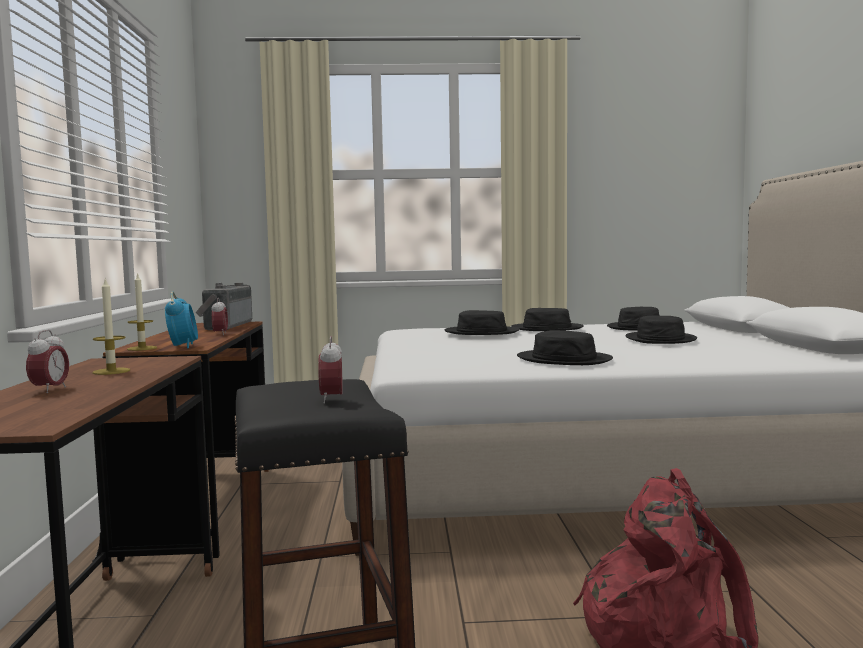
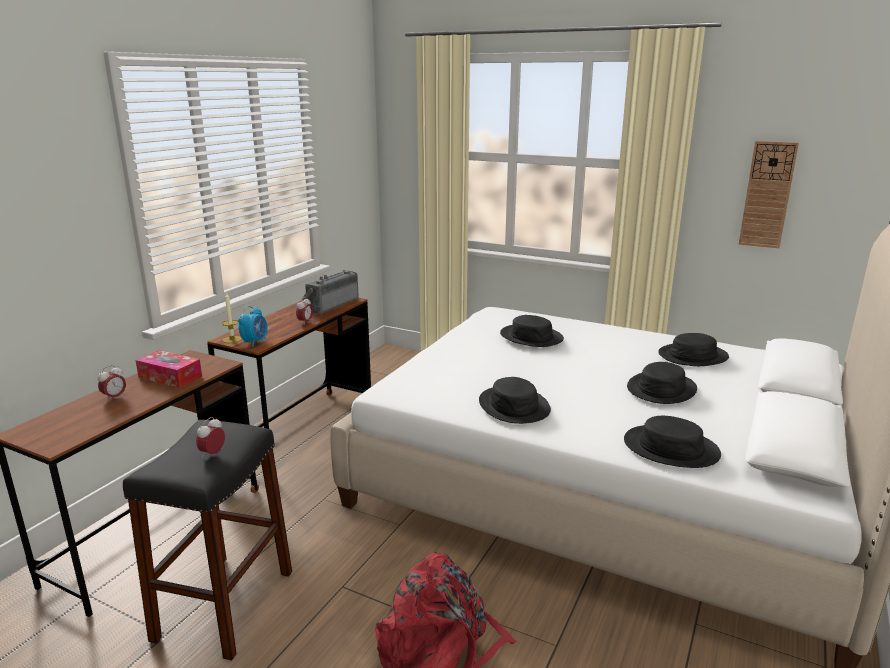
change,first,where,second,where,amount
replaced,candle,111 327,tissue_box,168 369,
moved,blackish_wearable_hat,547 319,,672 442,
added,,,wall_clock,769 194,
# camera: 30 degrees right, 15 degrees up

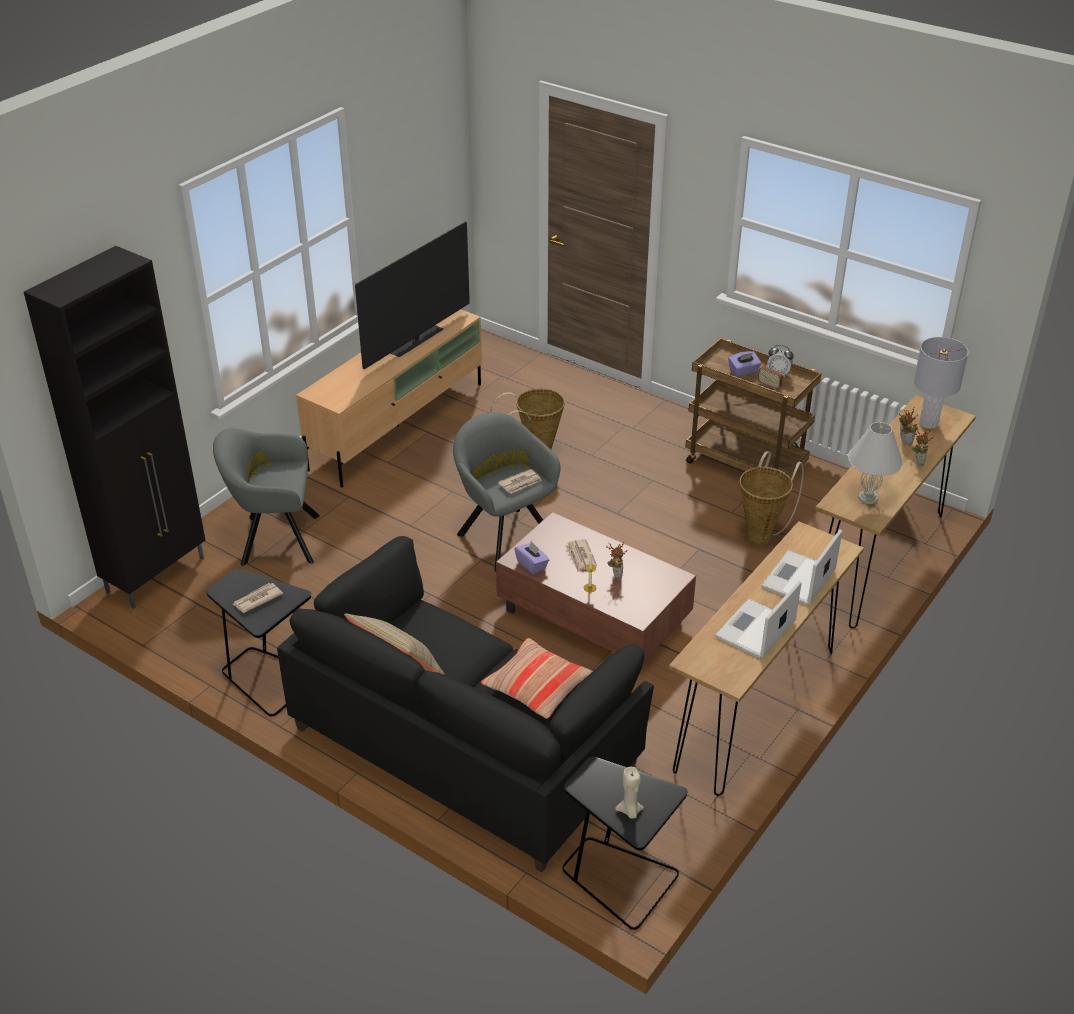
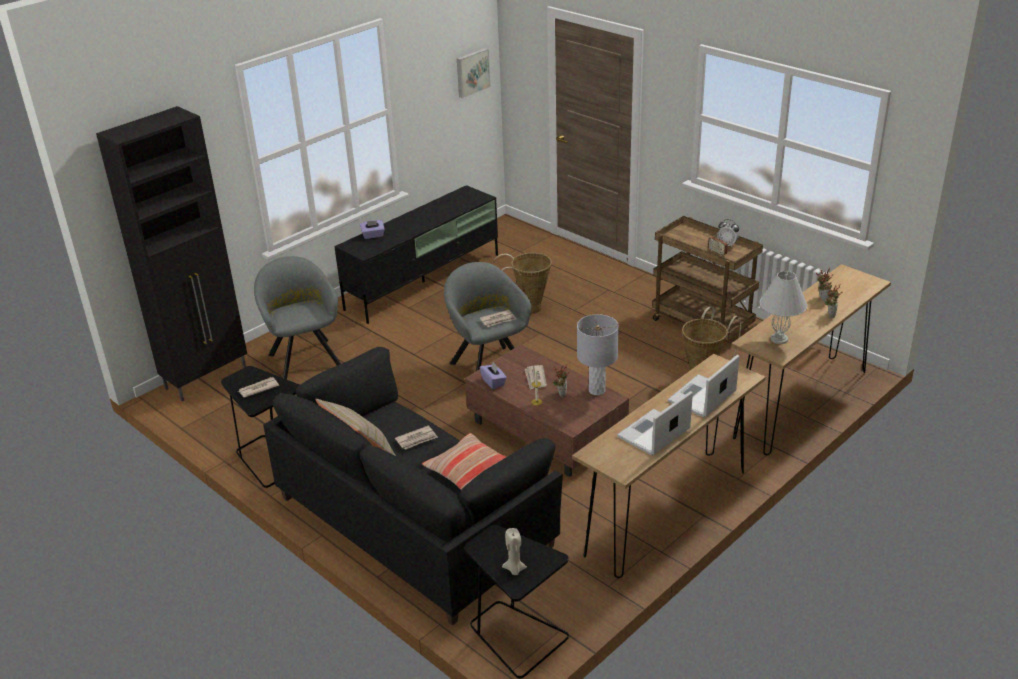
change,first,where,second,where,amount
turned,greyish_easy_chair,266 497,,297 317,60 degrees clockwise
recoloured,beige_tv_unit,389 398,blackish_tv_unit,416 254,
removed,television,412 295,,,
moved,purple_tissue_box,744 364,,372 229,
moved,greyish_lamp_for_a_table,941 383,,598 354,
added,,,newspaper,416 438,
added,,,wall_picture,474 73,
# camera: 10 degrees right, 5 degrees down

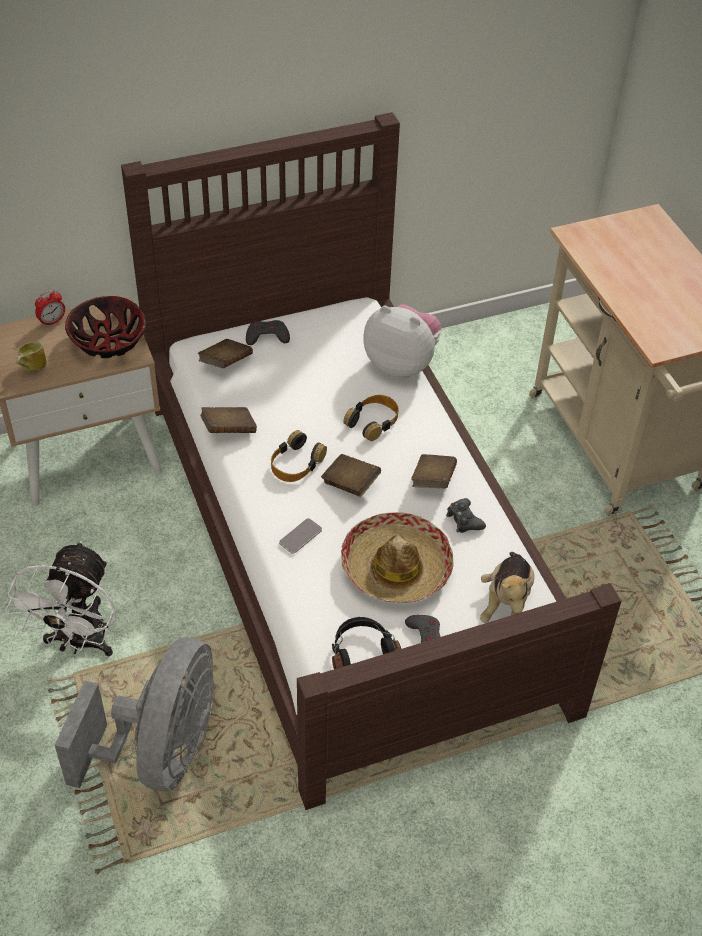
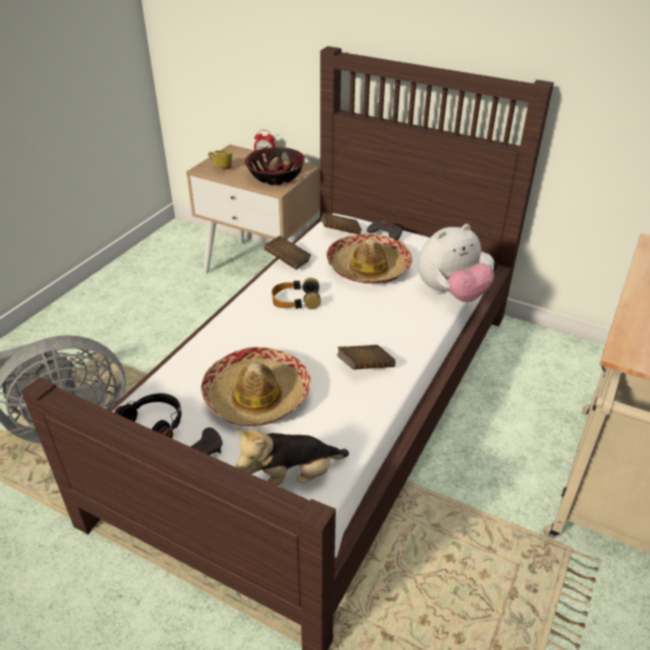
change,first,where,second,where,amount
removed,whitish_cooling_fan,60 598,,,
removed,phone,300 536,,,
removed,brownish_bound_book,351 475,,,
removed,pair_of_headphones,371 418,,,
turned,plush_toy,402 341,,456 263,75 degrees clockwise
removed,blackish_game_controller,466 515,,,
added,,,wearable_hat,369 258,
# camera: 50 degrees right, 10 degrees down

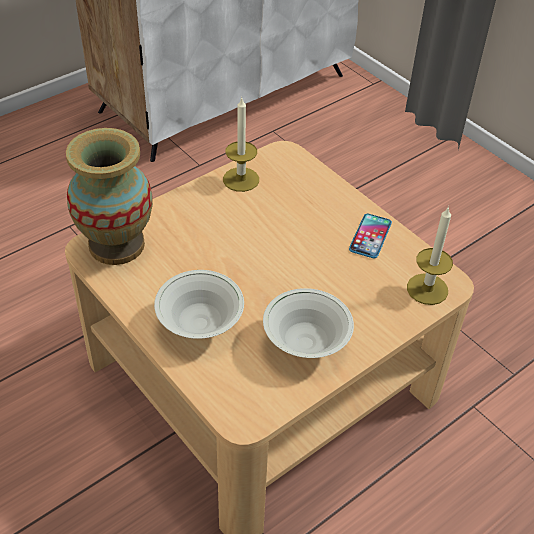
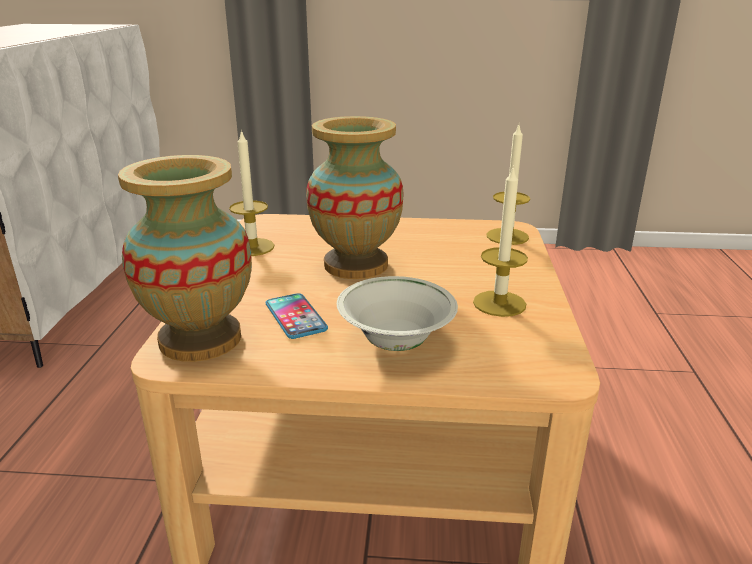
change,first,where,second,where,amount
replaced,whitish_serving_bowl,308 323,candle,500 241,
moved,phone,370 236,,296 316,
added,,,flower_vase,355 197,
# camera: 45 degrees left, 20 degrees down

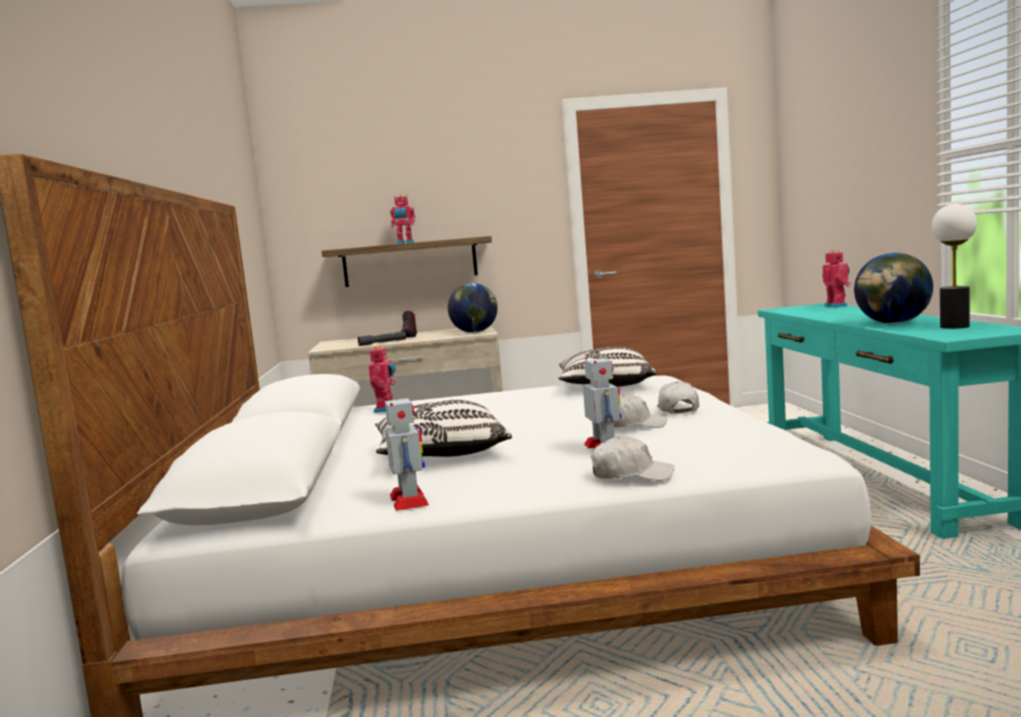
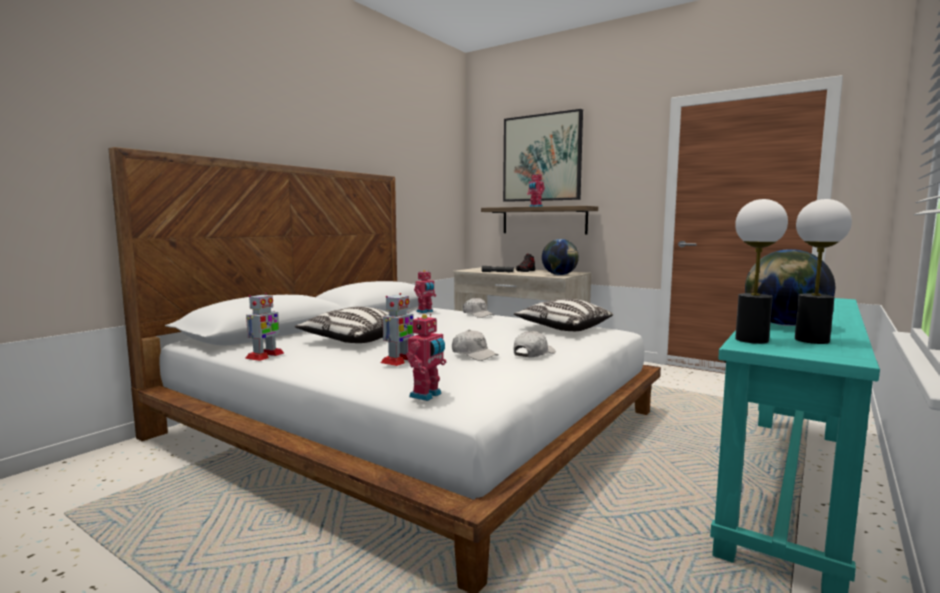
change,first,where,second,where,amount
moved,whitish_baseball_cap,632 458,,478 308,
moved,toy_robot,836 279,,426 357,
added,,,wall_picture,543 155,
added,,,lamp_for_a_table,761 271,
# camera: 40 degrees right, 0 degrees up

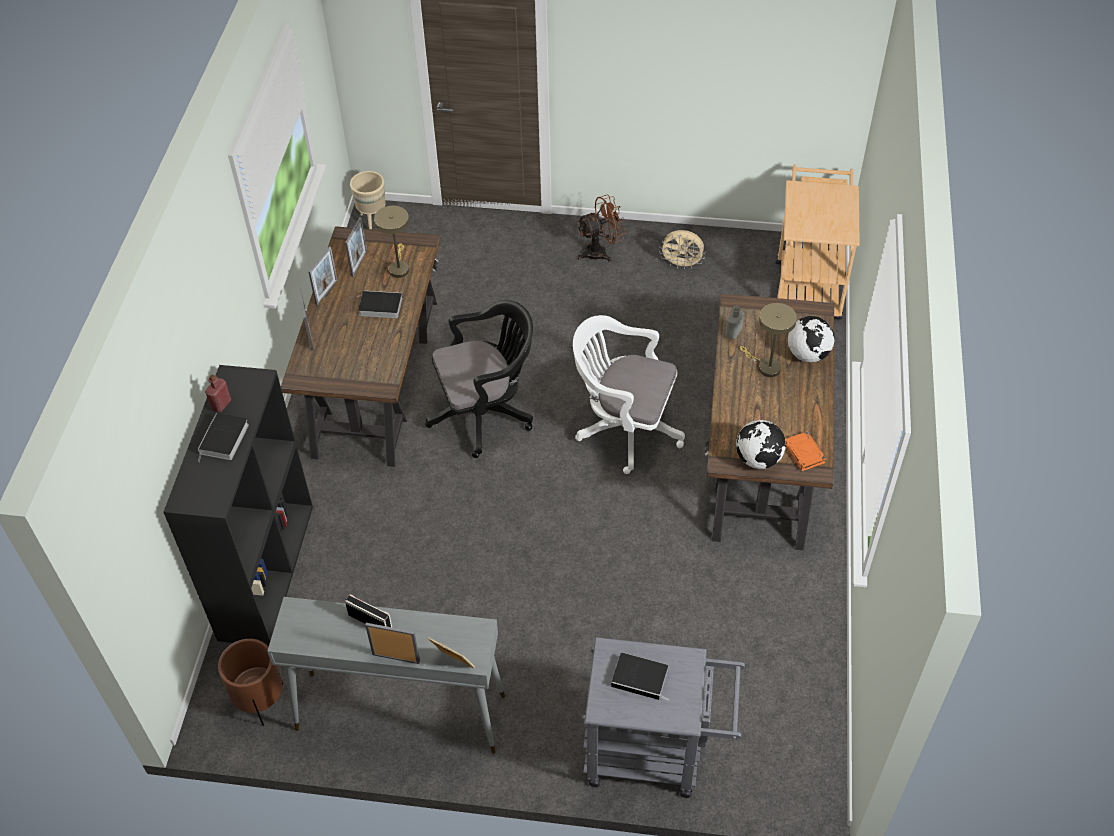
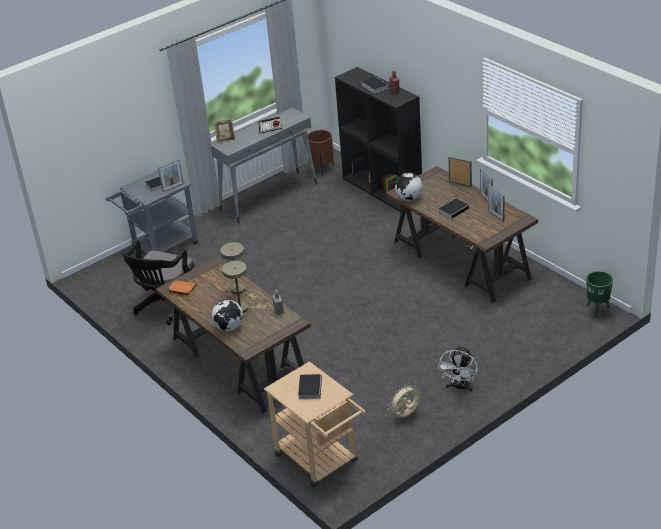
change,first,where,second,where,amount
recoloured,beige_plant_pot,368 200,green_plant_pot,599 294,
moved,photo_frame,392 643,,171 175,
moved,beige_lamp_for_a_table,391 242,,238 271,
moved,blackish_desk_chair,479 379,,158 282,
removed,whitish_desk_chair,629 394,,,
recoloured,brownish_cooling_fan,601 228,whitish_cooling_fan,458 369,
moved,desk_globe,761 444,,409 187,
added,,,bound_book,310 386,
# camera: 135 degrees right, 15 degrees down

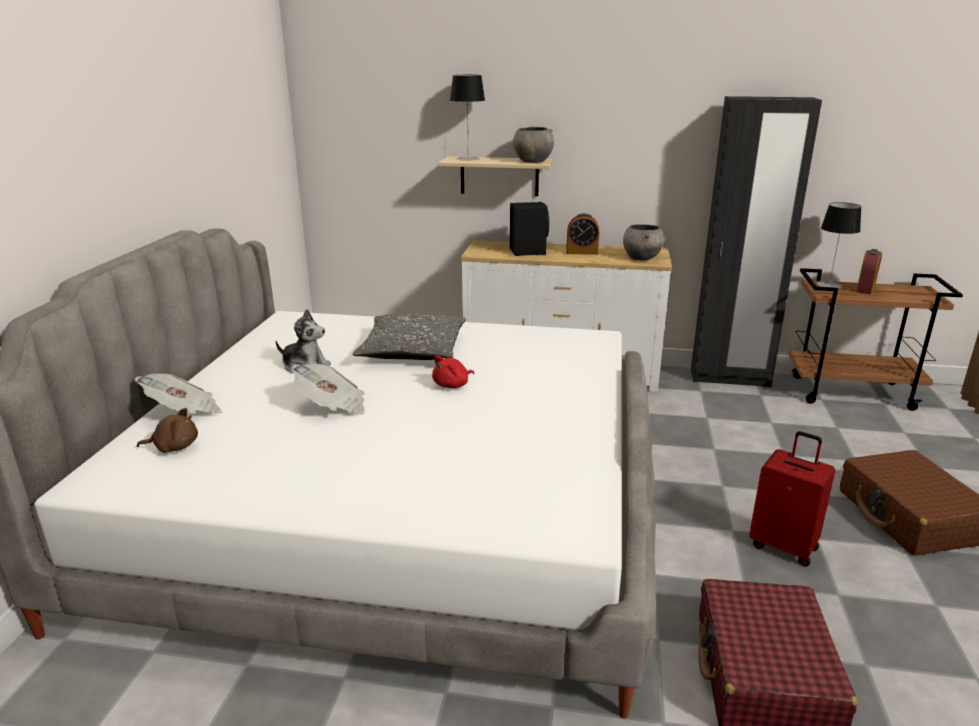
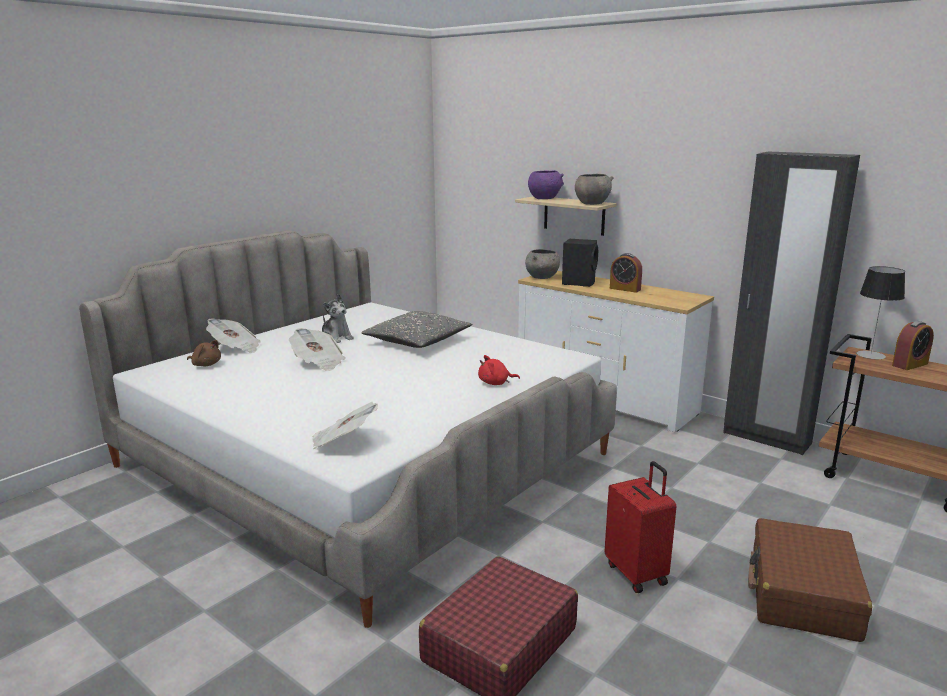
change,first,where,second,where,amount
moved,red-coloured_plush_toy,453 371,,499 370,
replaced,lamp_for_a_table,467 118,purple_serving_bowl,546 184,
moved,greyish_serving_bowl,644 242,,542 264,
added,,,newspaper,345 425,
# camera: 30 degrees right, 5 degrees down

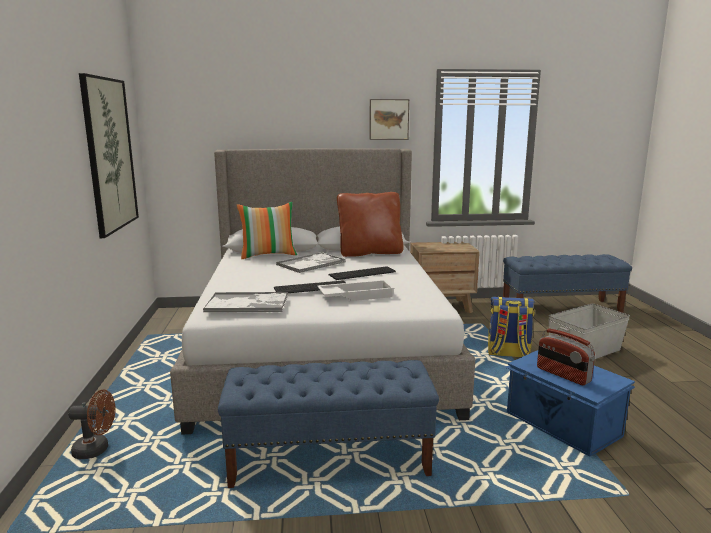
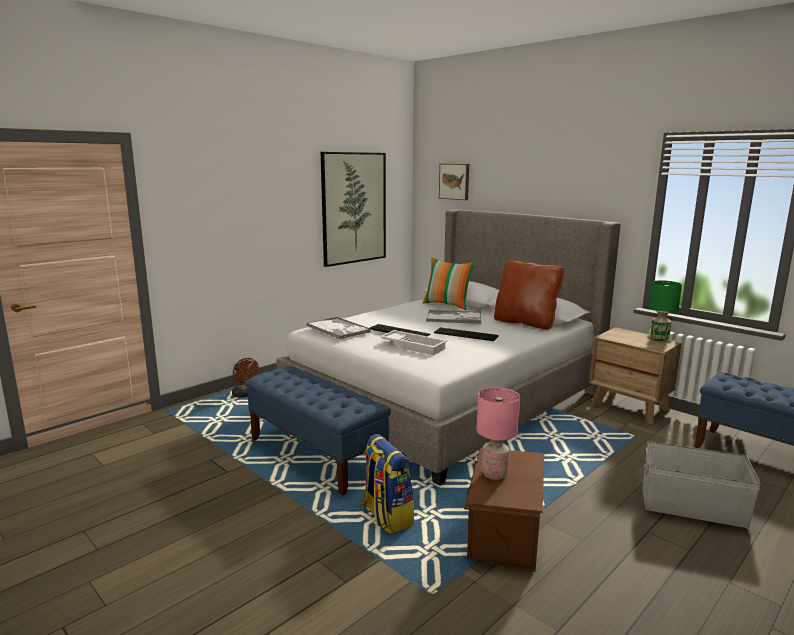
change,first,where,second,where,amount
moved,wall_picture,389 119,,454 182,
moved,knapsack,511 327,,388 484,
recoloured,blue_storage_bin,570 403,brownish_storage_bin,504 510,
replaced,radio_set,566 357,pinkish_lamp_for_a_table,498 433,
added,,,green_lamp_for_a_table,665 310,
# camera: 50 degrees right, 0 degrees up

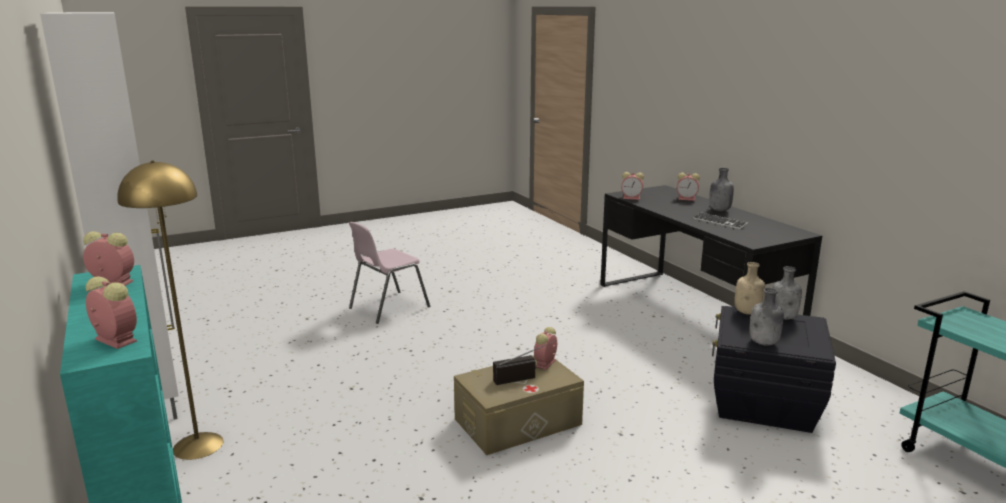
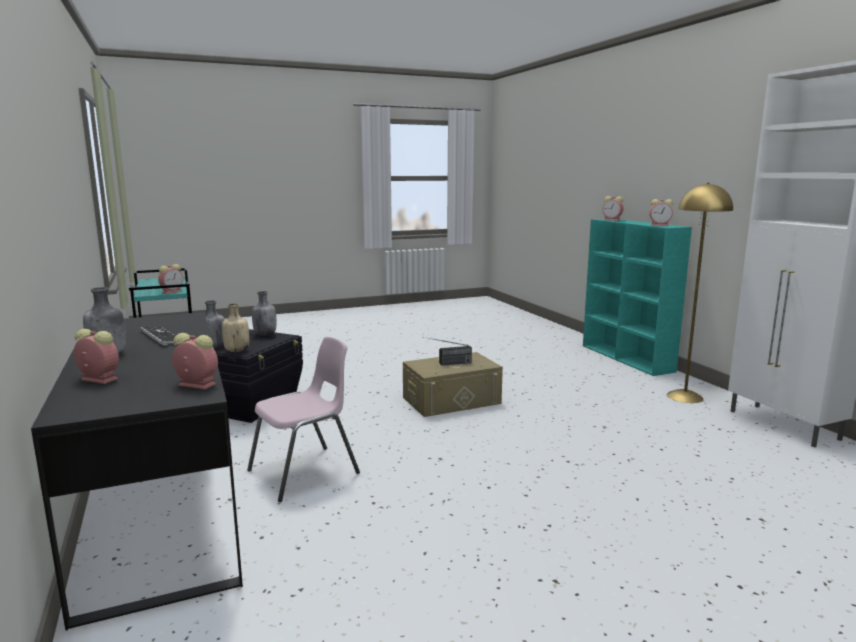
change,first,where,second,where,amount
moved,pinkish_upright_chair,389 273,,303 419,
moved,alarm_clock,545 348,,170 279,
# camera: 175 degrees left, 5 degrees down

